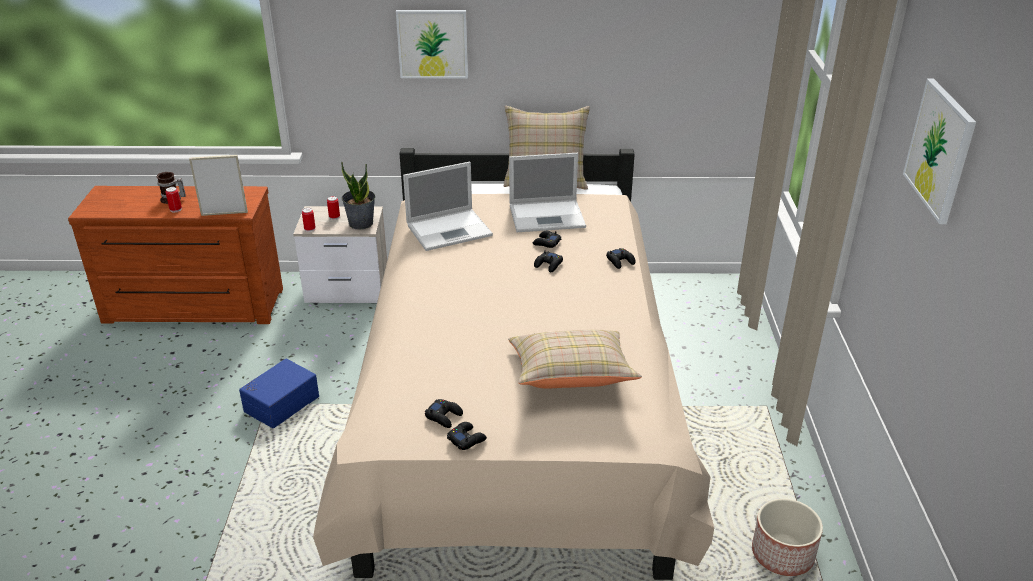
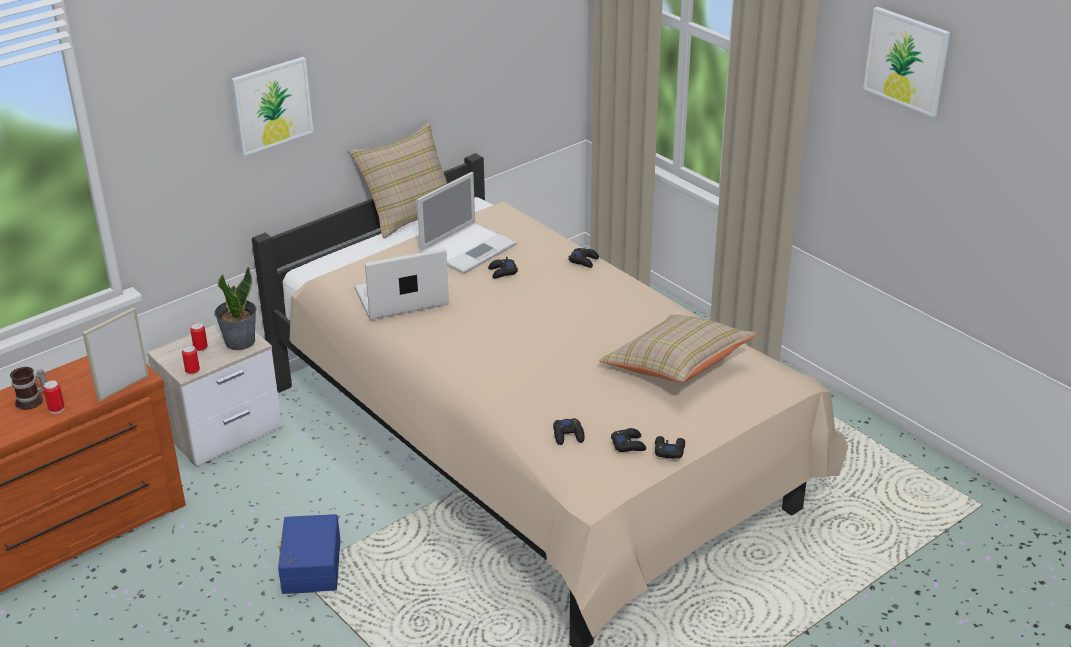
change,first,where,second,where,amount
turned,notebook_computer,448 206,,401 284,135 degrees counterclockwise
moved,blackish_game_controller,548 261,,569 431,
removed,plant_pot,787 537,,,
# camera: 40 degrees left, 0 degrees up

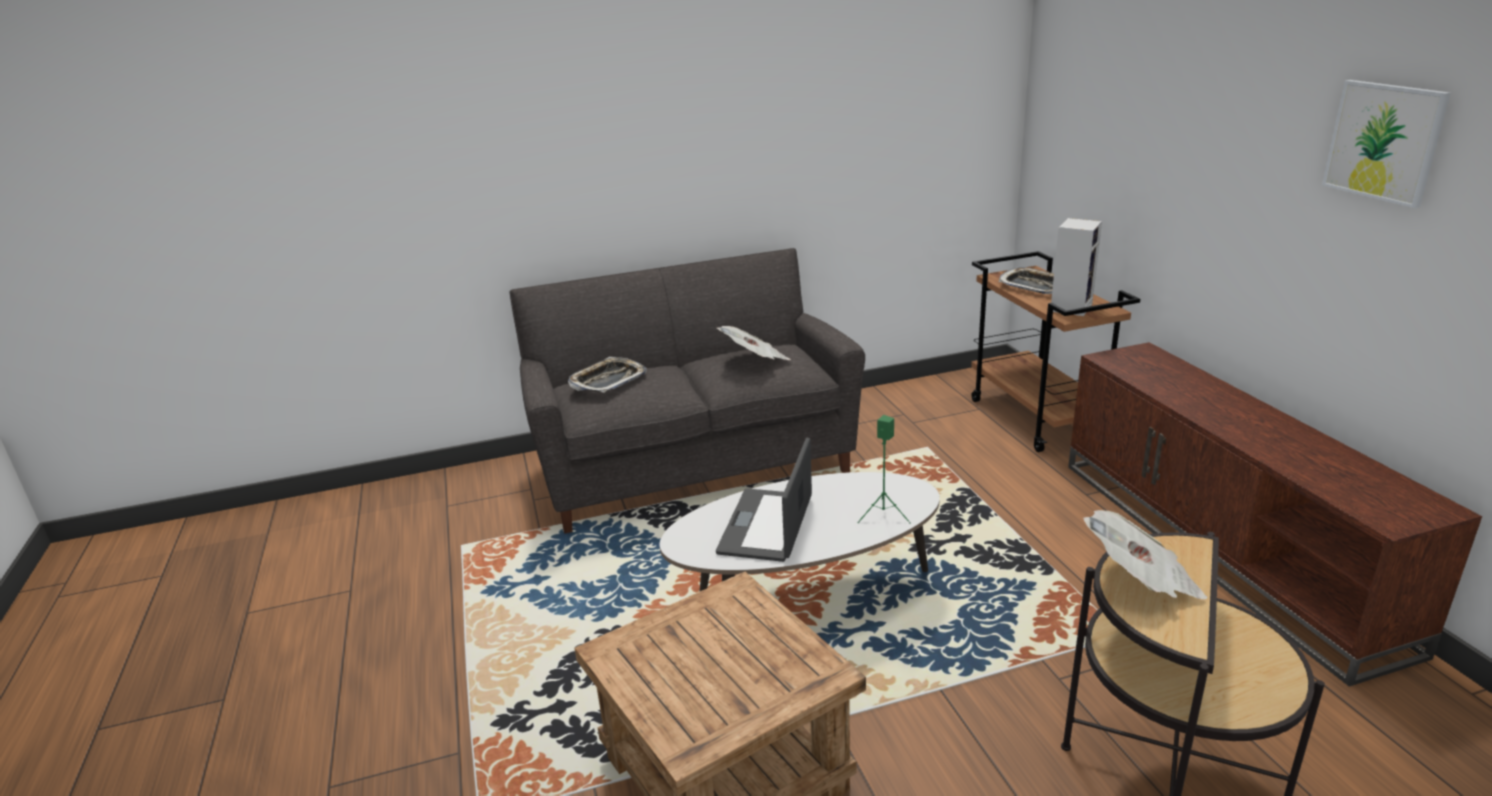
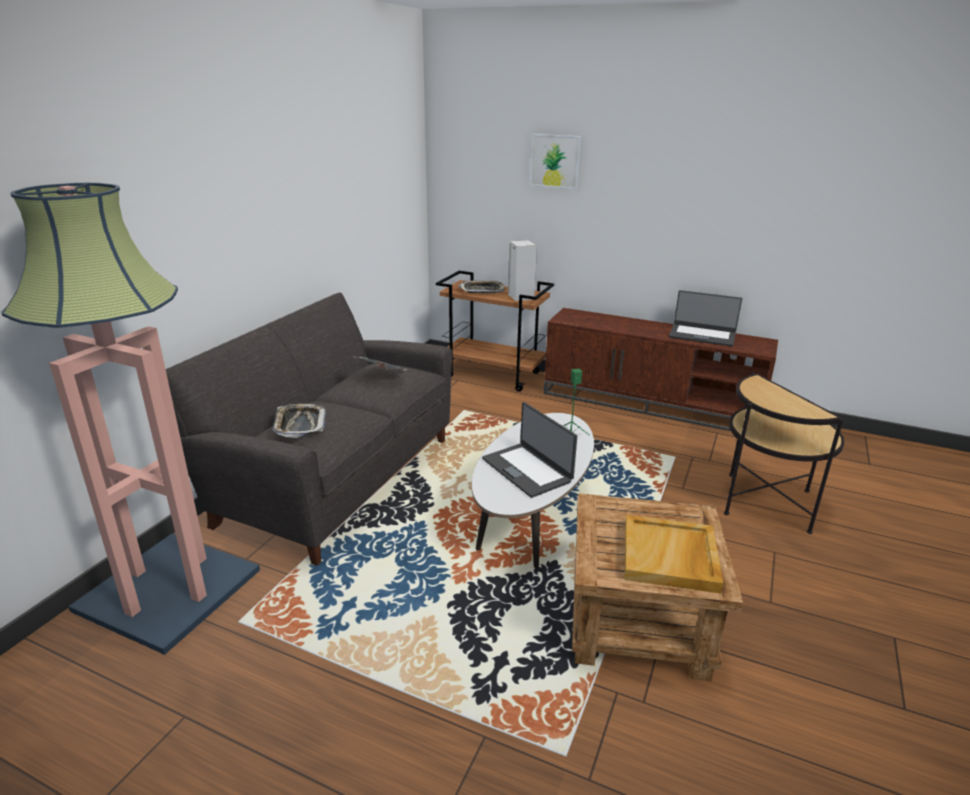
change,first,where,second,where,amount
removed,newspaper,1145 554,,,
moved,wall_picture,1386 144,,555 161,
added,,,standard_lamp,130 419,
added,,,beige_carrying_tray,674 554,
added,,,notebook_computer,705 318,
# camera: 50 degrees left, 0 degrees up

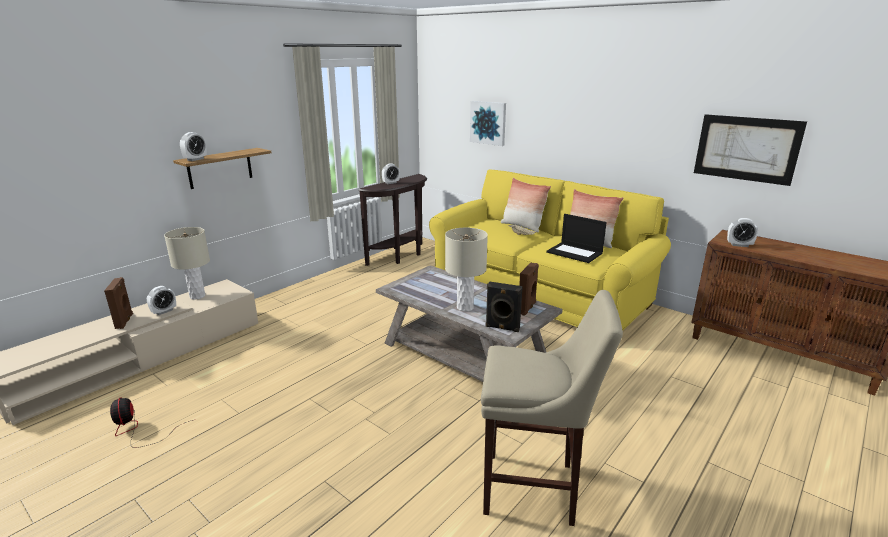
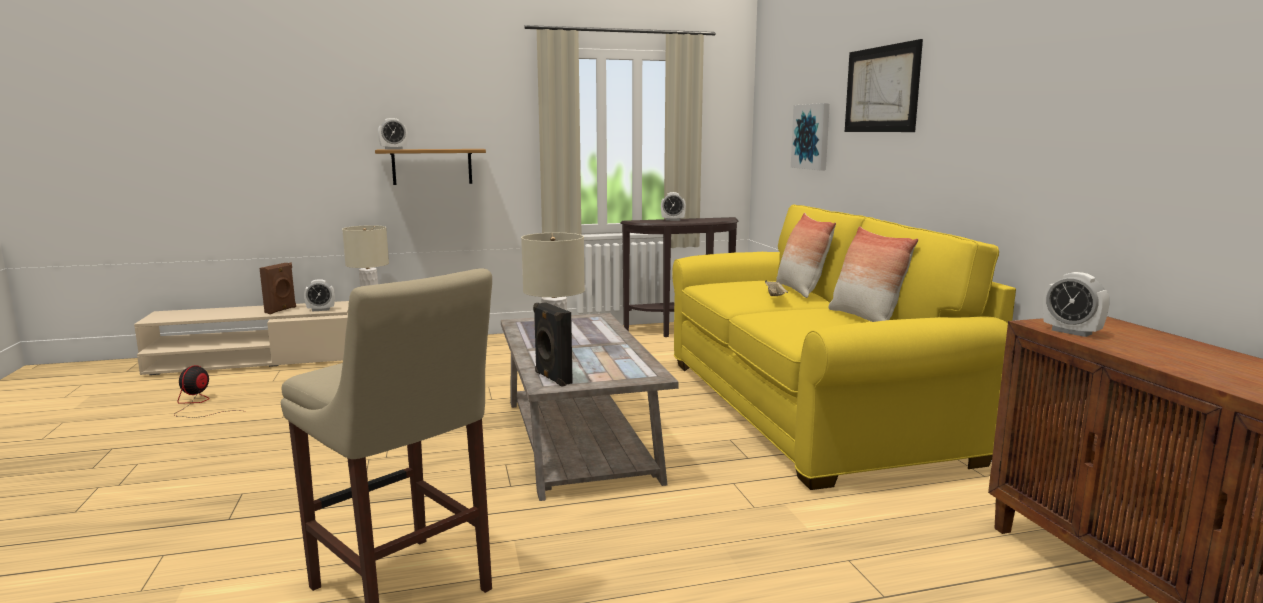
change,first,where,second,where,amount
removed,brownish_speaker,529 289,,,
removed,notebook_computer,576 238,,,
moved,wall_picture,750 150,,884 85,
# camera: 35 degrees right, 10 degrees down

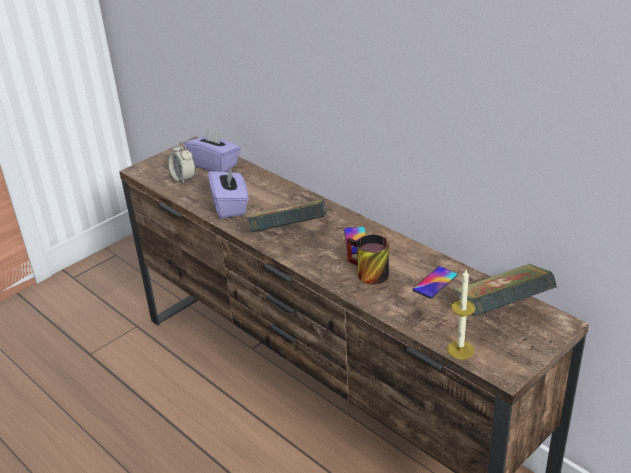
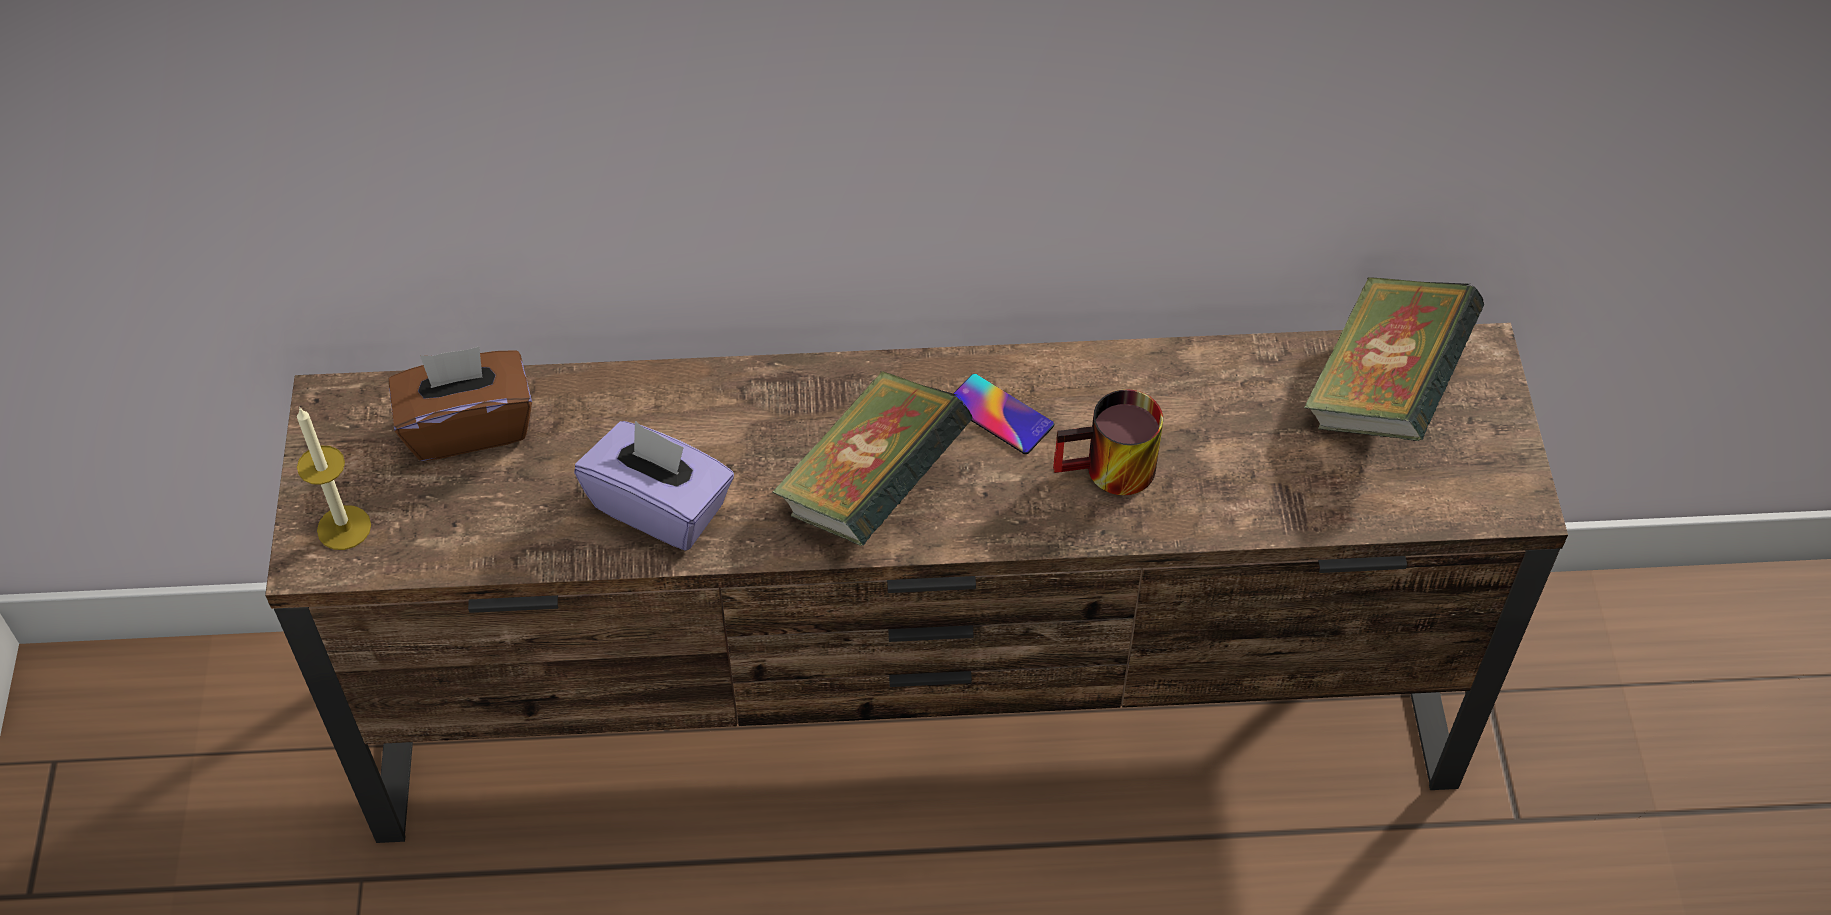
change,first,where,second,where,amount
removed,alarm_clock,182 163,,,
recoloured,purple_tissue_box,212 149,brownish_tissue_box,460 404,
removed,phone,435 282,,,
moved,candle,461 314,,334 478,
# camera: 50 degrees left, 20 degrees up

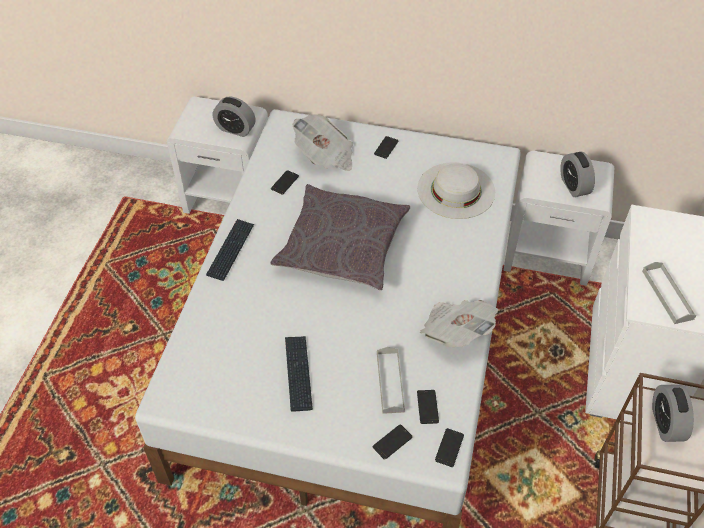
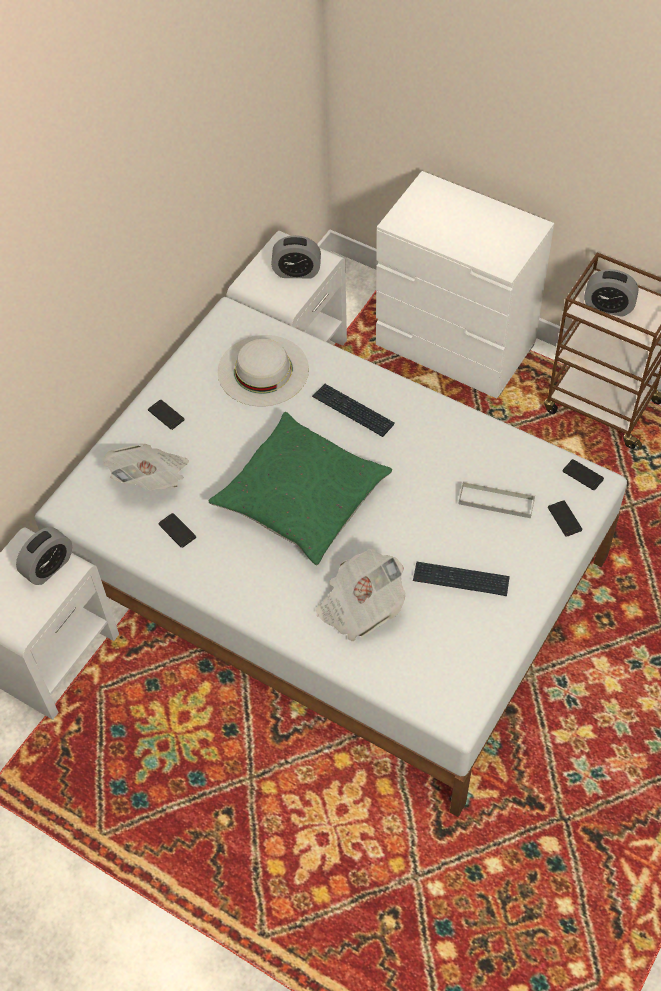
change,first,where,second,where,amount
moved,PC_keyboard,230 250,,353 410,
recoloured,greyish_throw_pillow,340 237,green_throw_pillow,300 488,
removed,phone,428 407,,,
moved,newspaper,459 323,,361 595,
removed,greyish_carrying_tray,669 293,,,
# camera: 70 degrees left, 5 degrees up

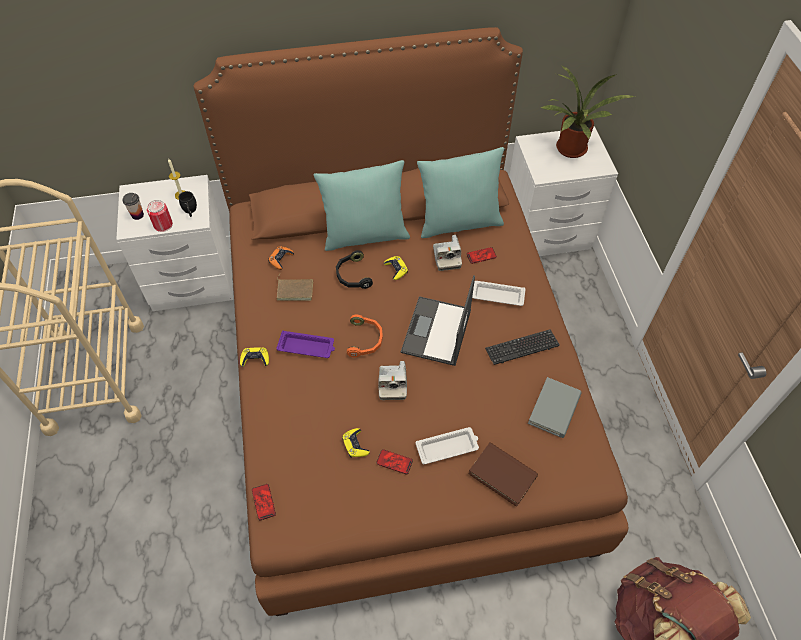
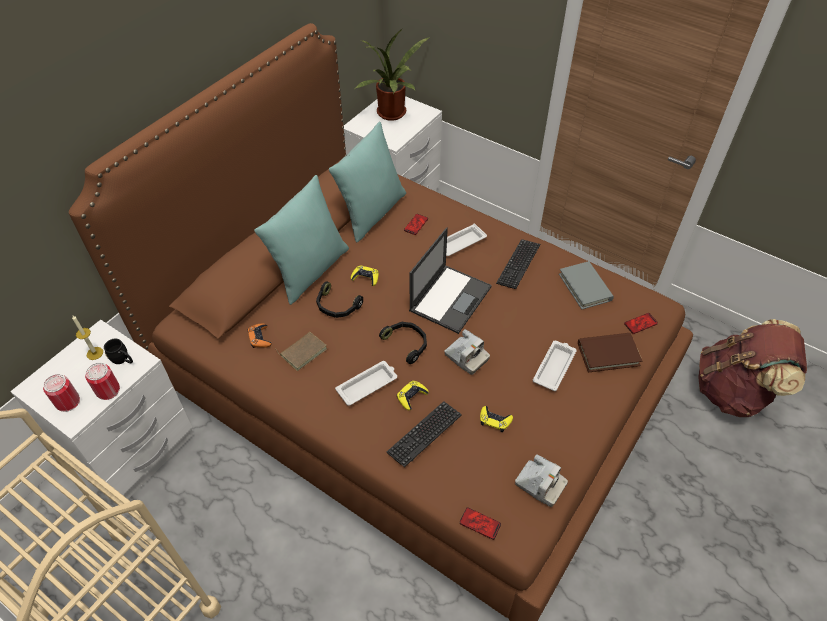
change,first,where,second,where,amount
replaced,small_cup,133 206,sealed_can,61 393,
moved,yellow-coloured_game_controller,254 357,,413 395,
recoloured,purple_carrying_tray,305 344,whitish_carrying_tray,366 383,
recoloured,orangey_pair_of_headphones,365 336,blackish_pair_of_headphones,403 343,
moved,phone,394 461,,641 323,
turned,notebook_computer,438 320,,450 281,120 degrees counterclockwise
moved,photo_camera,447 253,,541 480,
added,,,PC_keyboard,424 434,
# camera: 45 degrees left, 5 degrees down

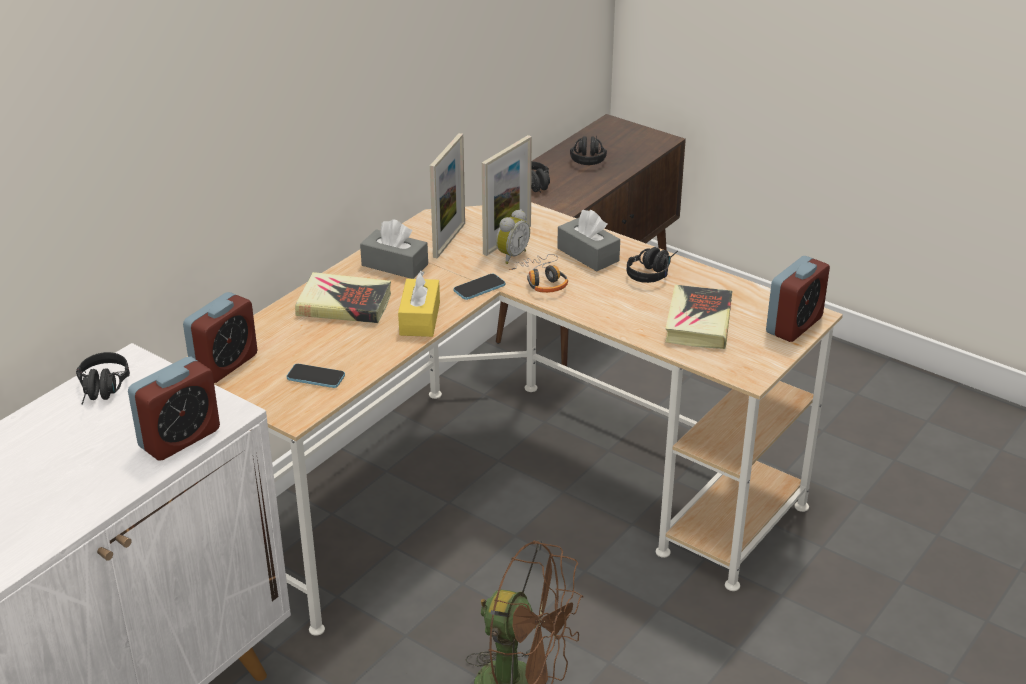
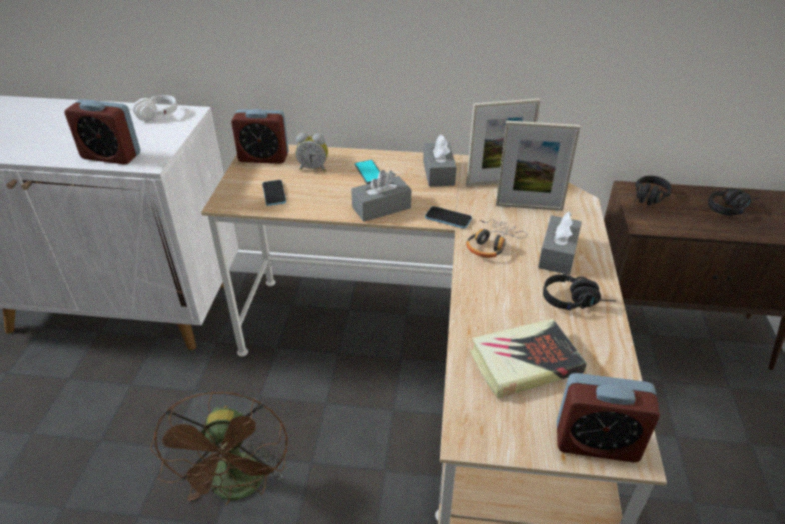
change,first,where,second,where,amount
recoloured,blackish_pair_of_headphones,103 378,whitish_pair_of_headphones,153 108,
replaced,bound_book,343 297,phone,367 172,
recoloured,yellow-coloured_tissue_box,419 304,greyish_tissue_box,381 196,
moved,alarm_clock,513 236,,311 152,
# camera: 60 degrees right, 5 degrees up

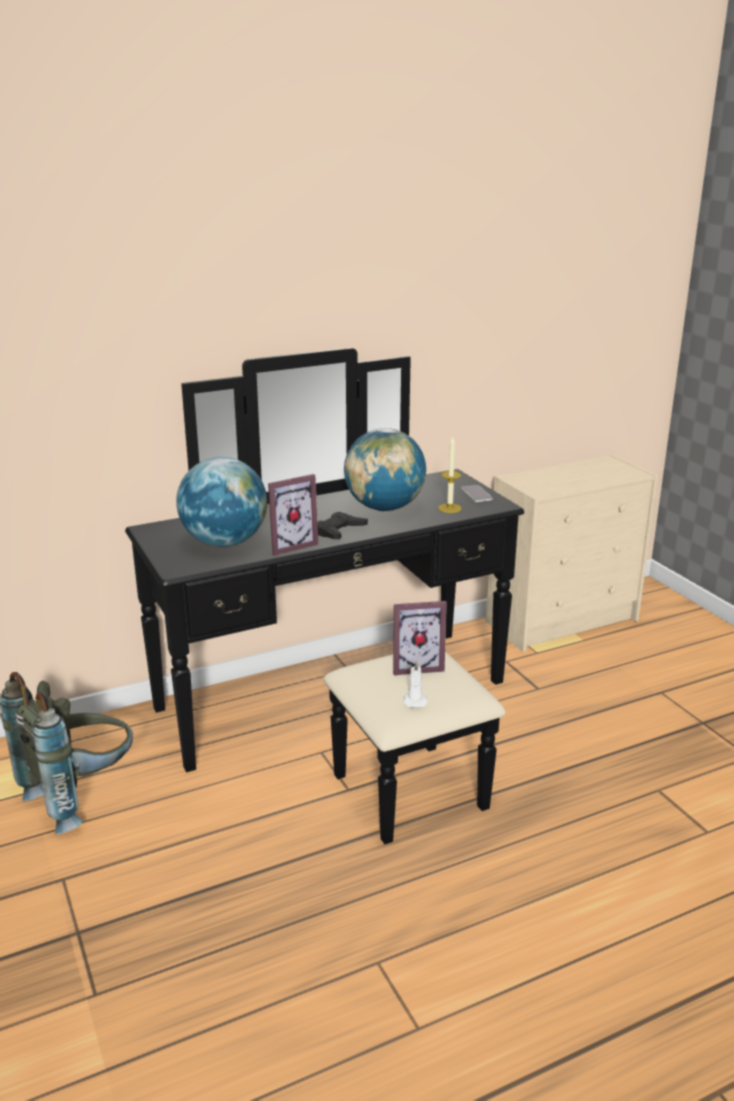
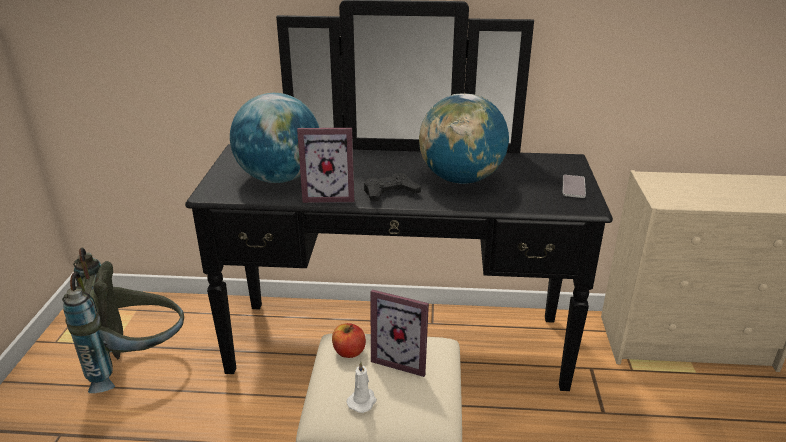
change,first,where,second,where,amount
removed,candle,450 475,,,
added,,,apple,349 340,
# camera: 30 degrees right, 5 degrees up

